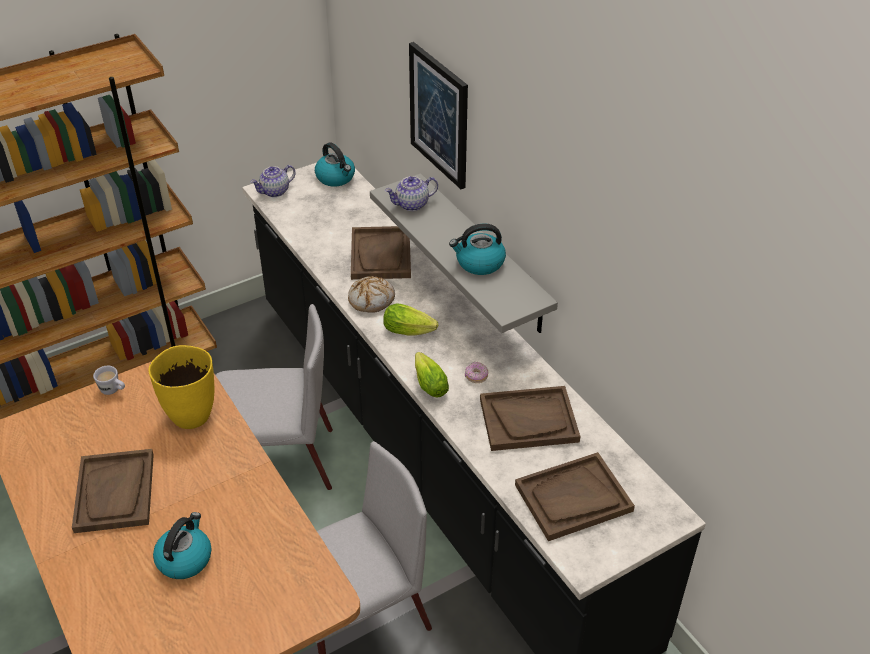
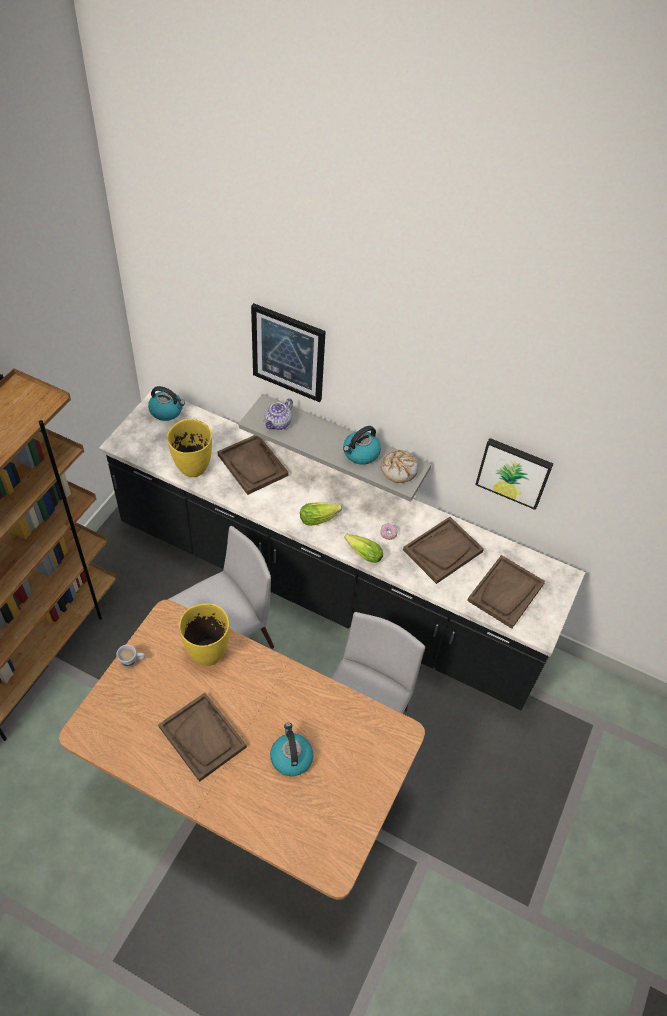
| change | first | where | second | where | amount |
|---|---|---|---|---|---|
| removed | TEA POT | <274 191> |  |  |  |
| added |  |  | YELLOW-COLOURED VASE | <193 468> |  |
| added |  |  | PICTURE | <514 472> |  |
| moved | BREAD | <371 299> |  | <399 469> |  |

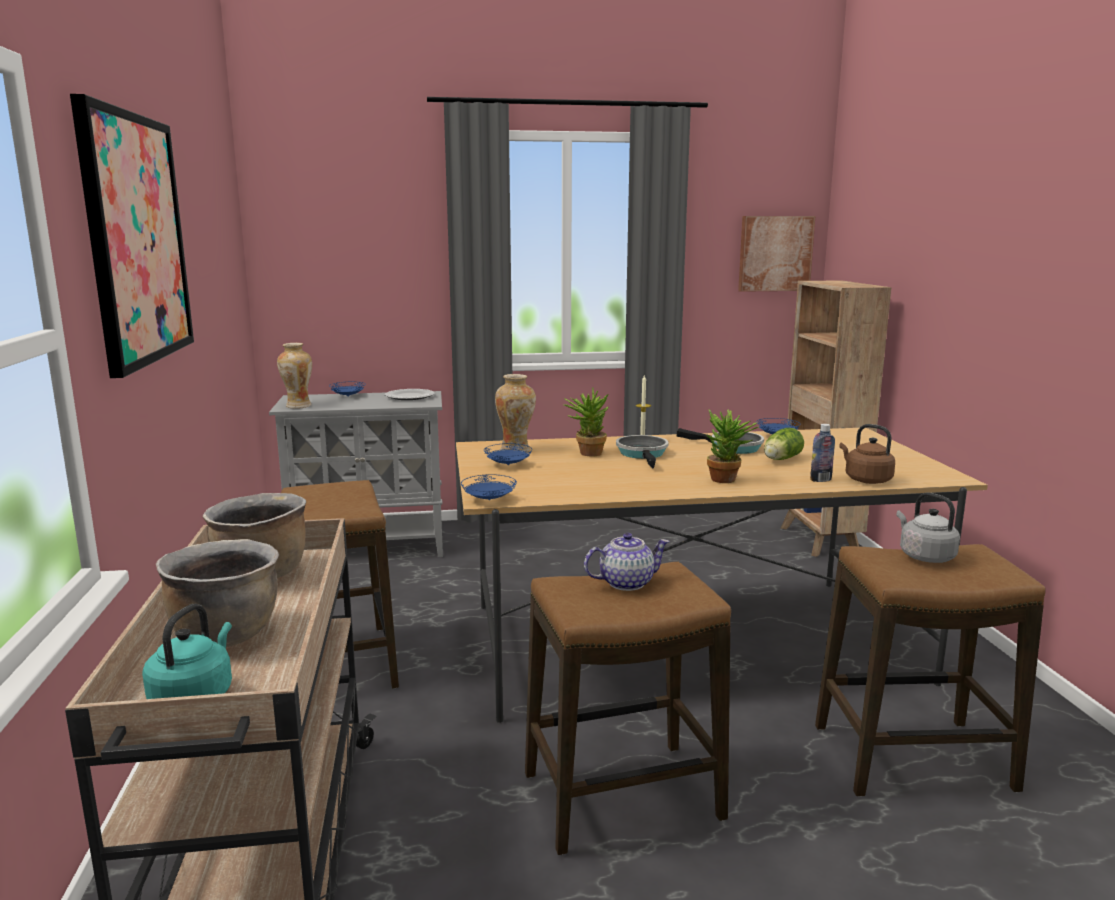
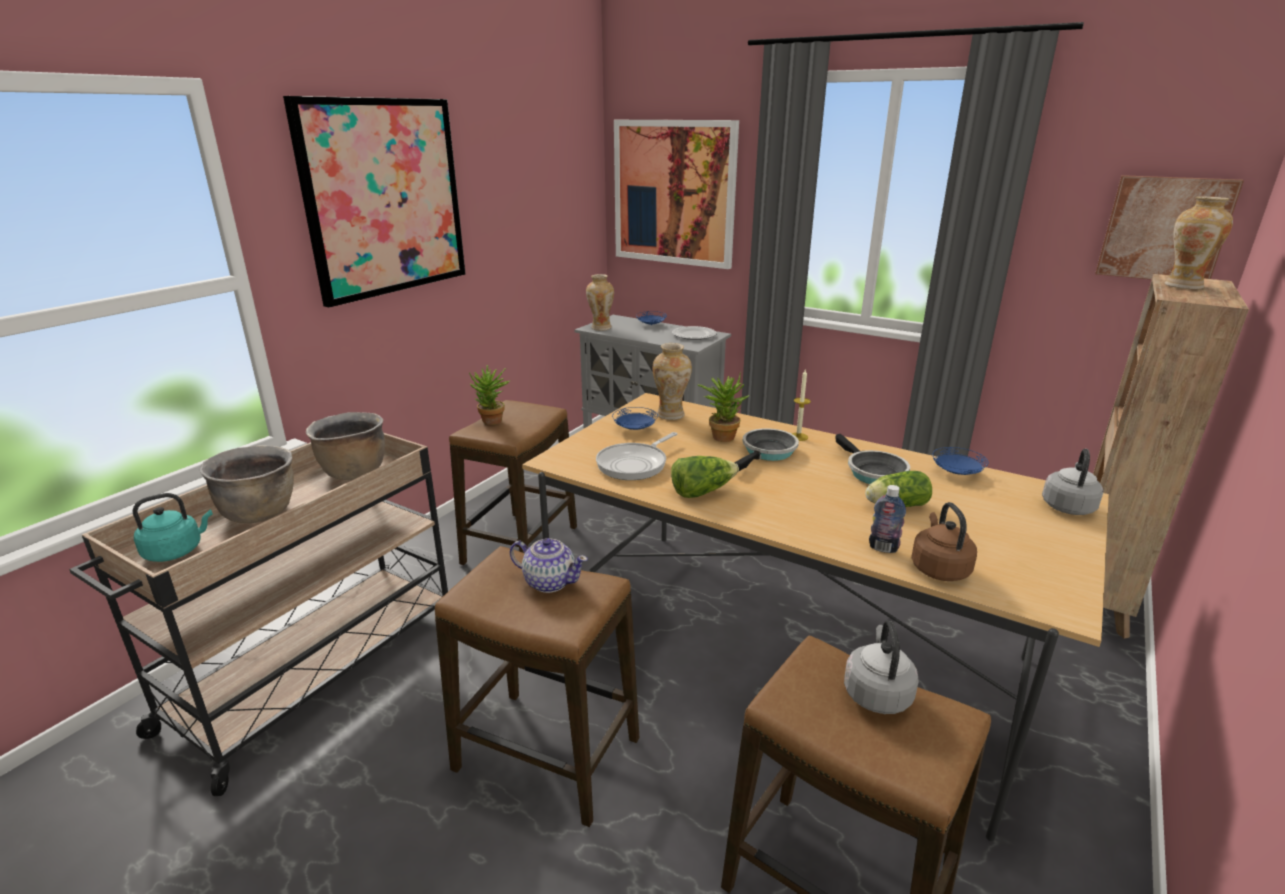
| change | first | where | second | where | amount |
|---|---|---|---|---|---|
| removed | BLUISH PLATE | <488 500> |  |  |  |
| added |  |  | FRYING PAN | <635 464> |  |
| added |  |  | PICTURE | <674 193> |  |
| added |  |  | LETTUCE | <702 491> |  |
| added |  |  | GREY TEA KETTLE | <1067 506> |  |
| added |  |  | VASE | <1183 286> |  |
| moved | PLANT IN A POT | <727 480> |  | <492 423> |  |

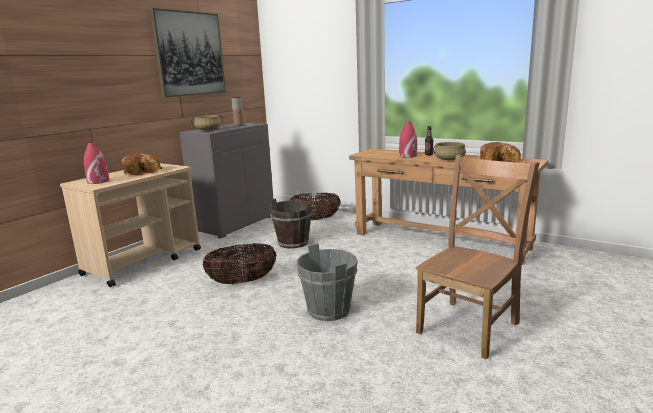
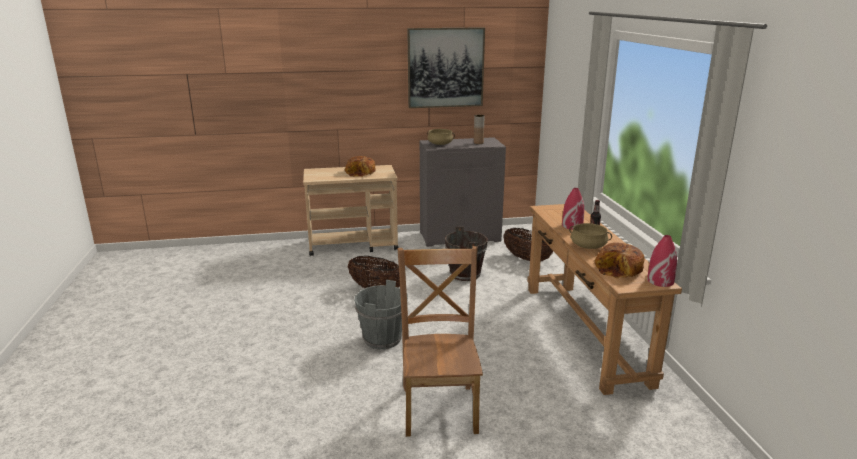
| change | first | where | second | where | amount |
|---|---|---|---|---|---|
| moved | RED VASE | <98 181> |  | <660 281> |  |
| turned | BROWN-COLOURED UPRIGHT CHAIR | <470 325> |  | <439 406> | 90 degrees counterclockwise |

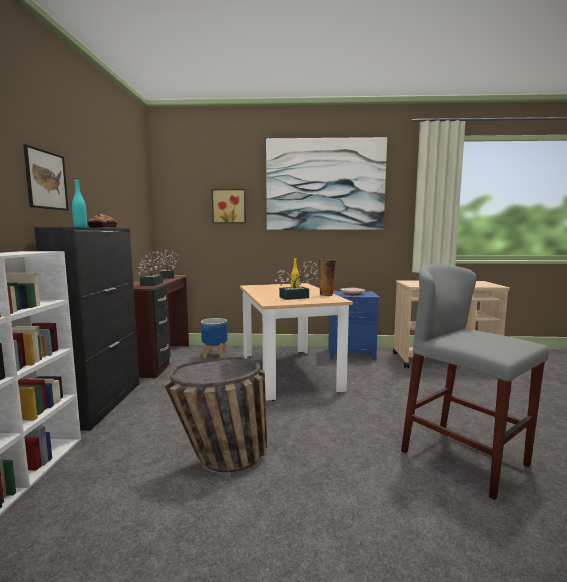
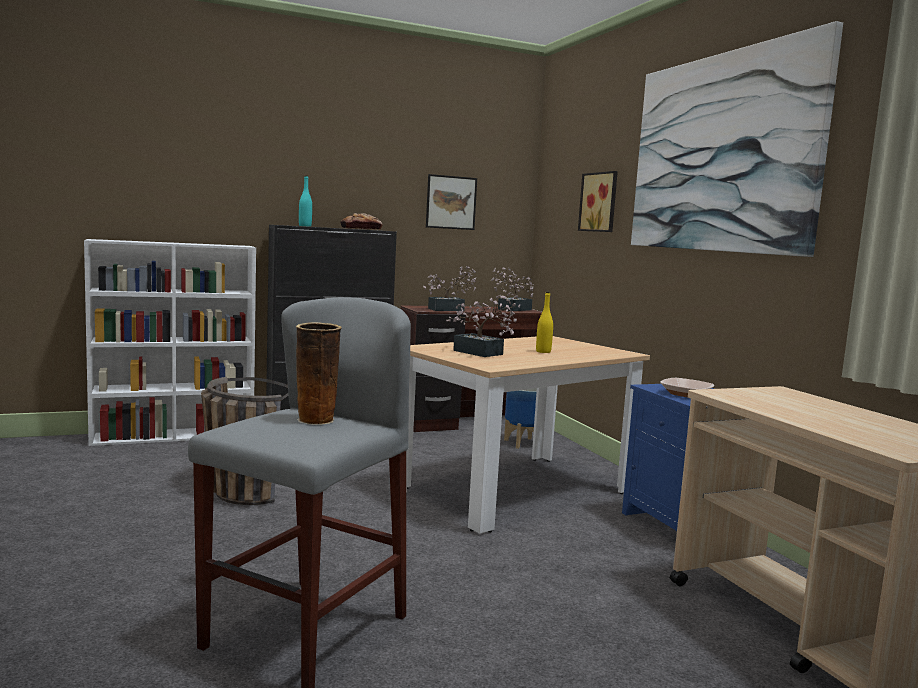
| change | first | where | second | where | amount |
|---|---|---|---|---|---|
| moved | PICTURE | <46 180> |  | <451 202> |  |
| moved | VASE | <326 295> |  | <316 420> |  |

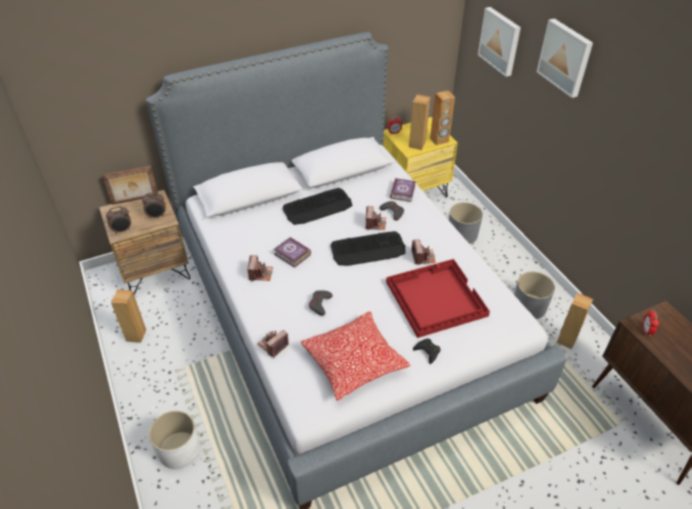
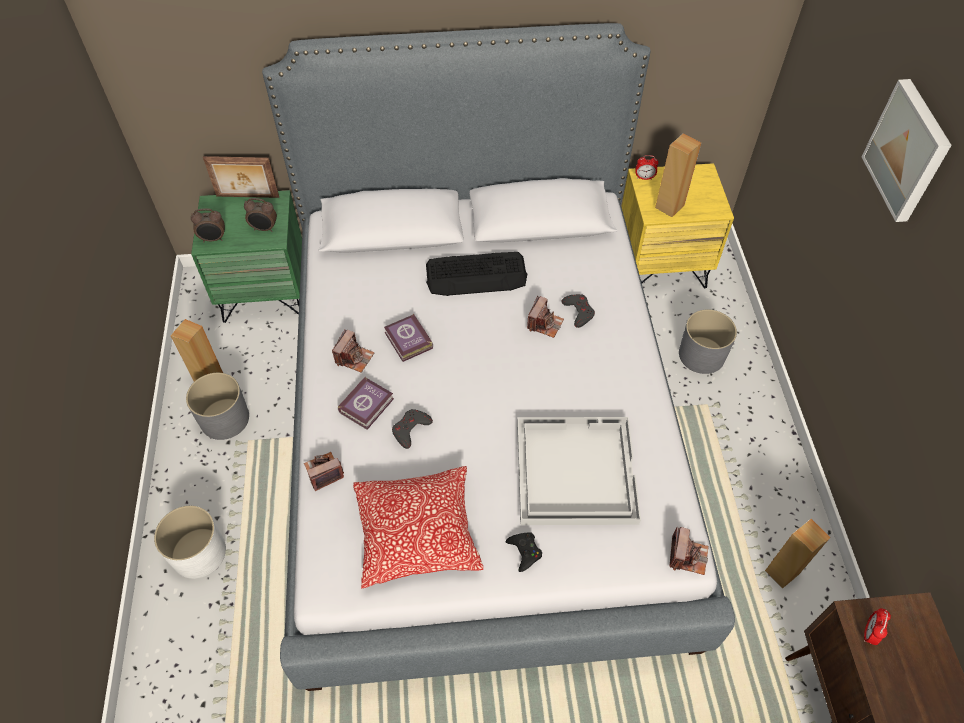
| change | first | where | second | where | amount |
|---|---|---|---|---|---|
| removed | KEYBOARD | <368 249> |  |  |  |
| removed | BROWN-COLOURED LOUDSPEAKER | <439 140> |  |  |  |
| removed | PICTURE | <500 41> |  |  |  |
| moved | BOUND BOOK | <403 191> |  | <368 405> |  |
| moved | PHOTO CAMERA | <423 257> |  | <687 556> |  |
| moved | GREY FLOWER POT | <529 306> |  | <225 419> |  |
| recoloured | BROWN-COLOURED NIGHTSTAND | <155 271> | GREEN-COLOURED NIGHTSTAND | <266 292> |  |
| recoloured | RED TRAY | <434 298> | WHITE-COLOURED TRAY | <574 470> |  |

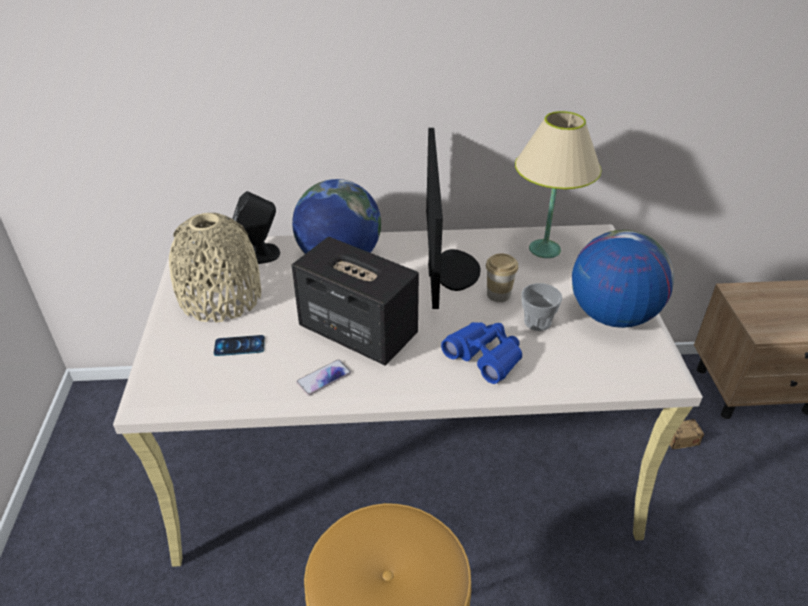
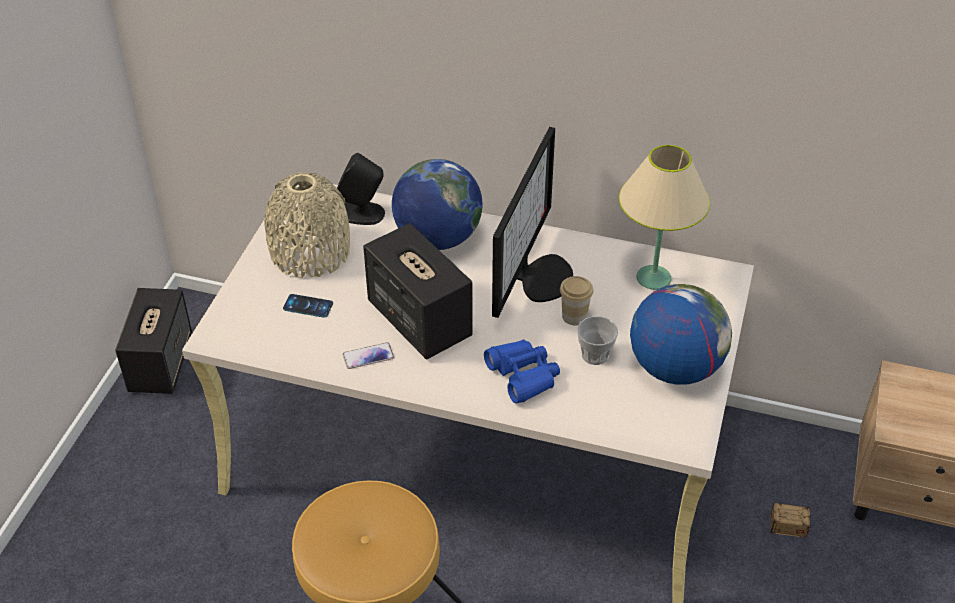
| change | first | where | second | where | amount |
|---|---|---|---|---|---|
| added |  |  | LOUDSPEAKER | <161 362> |  |

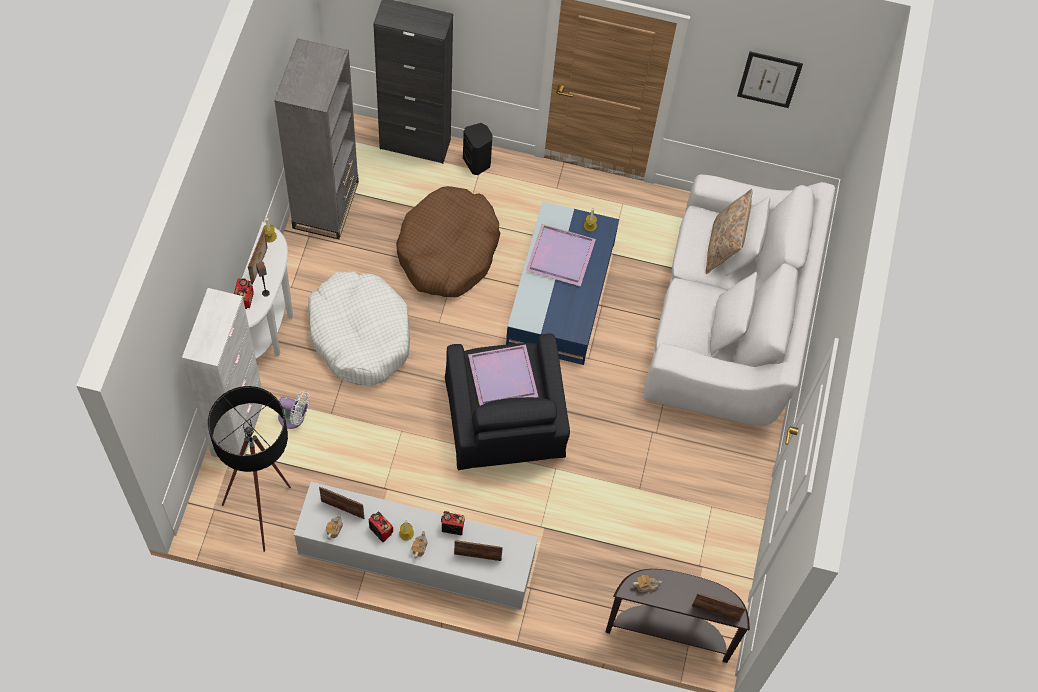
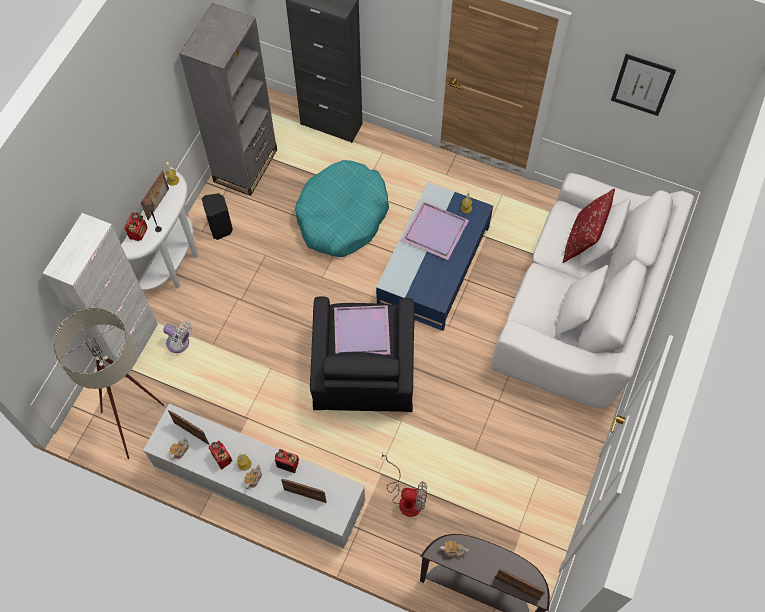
| change | first | where | second | where | amount |
|---|---|---|---|---|---|
| removed | WHITE-COLOURED PET BED | <360 334> |  |  |  |
| added |  |  | FAN | <406 497> |  |
| moved | BLACK-COLOURED LOUDSPEAKER | <477 162> |  | <221 228> |  |
| recoloured | BLACK-COLOURED STANDARD LAMP | <266 508> | BEIGE-COLOURED STANDARD LAMP | <138 421> |  |
| recoloured | BROWN-COLOURED PET BED | <448 250> | BLUE-GREEN PET BED | <342 216> |  |
| recoloured | BEIGE-COLOURED THROW PILLOW | <723 247> | RED THROW PILLOW | <583 241> |  |

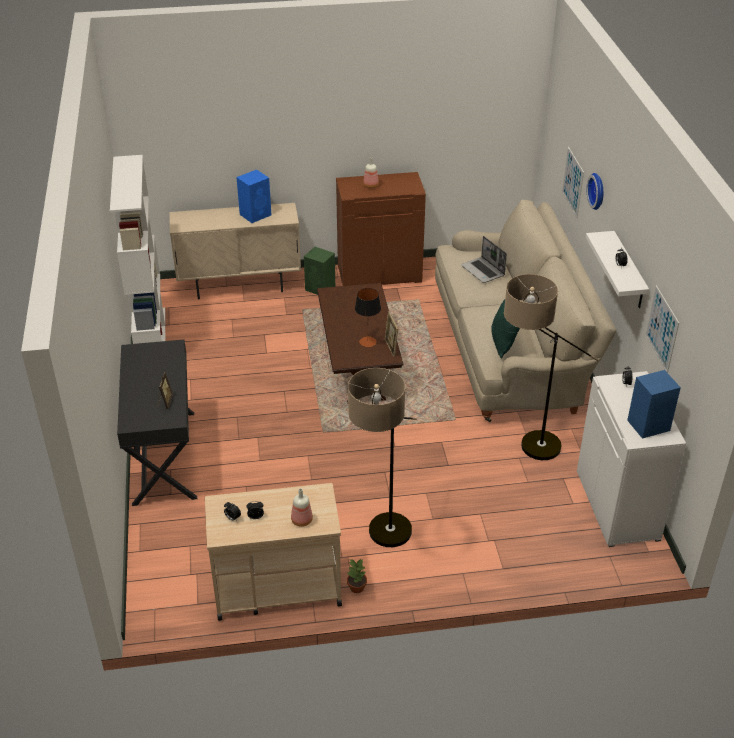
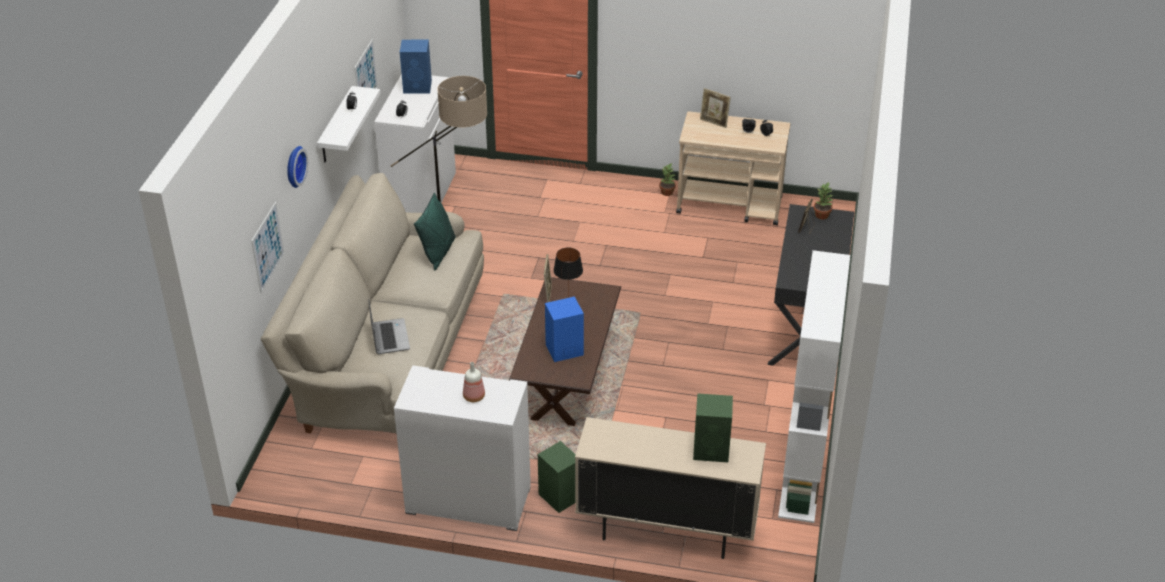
| change | first | where | second | where | amount |
|---|---|---|---|---|---|
| removed | STANDARD LAMP | <381 542> |  |  |  |
| added |  |  | GREEN-COLOURED LOUDSPEAKER | <712 450> |  |
| added |  |  | PLANT IN A POT | <822 215> |  |
| moved | BLUISH LOUDSPEAKER | <256 214> |  | <563 350> |  |
| replaced | DRINK BOTTLE | <301 521> | PHOTO FRAME | <714 123> |  |
| recoloured | BROWN-COLOURED STORAGE CABINET | <380 273> | WHITE-COLOURED STORAGE CABINET | <467 501> |  |

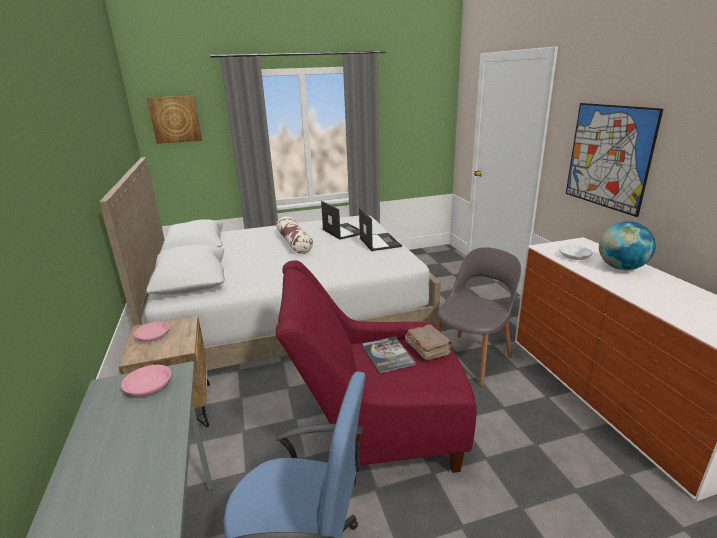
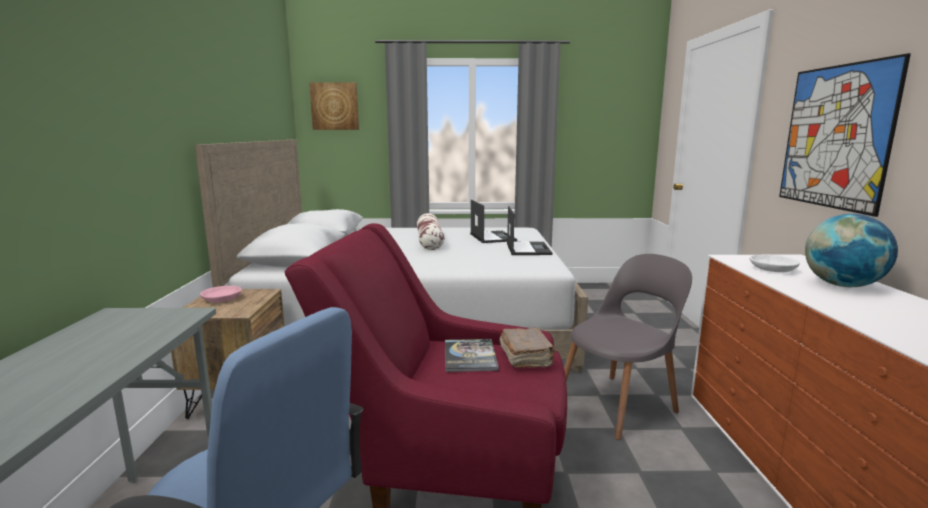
| change | first | where | second | where | amount |
|---|---|---|---|---|---|
| removed | PINK-COLOURED BOWL | <148 387> |  |  |  |

